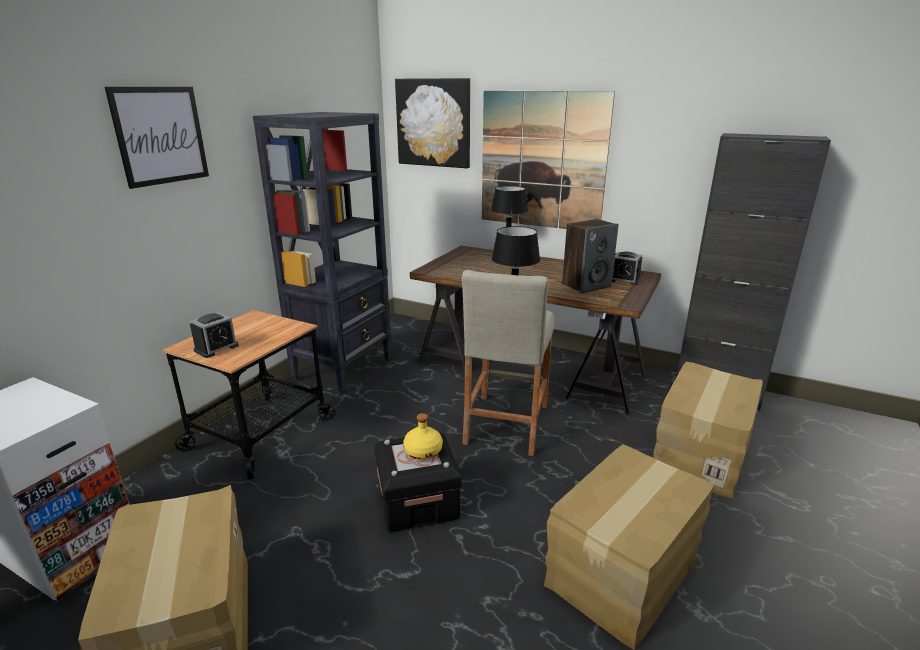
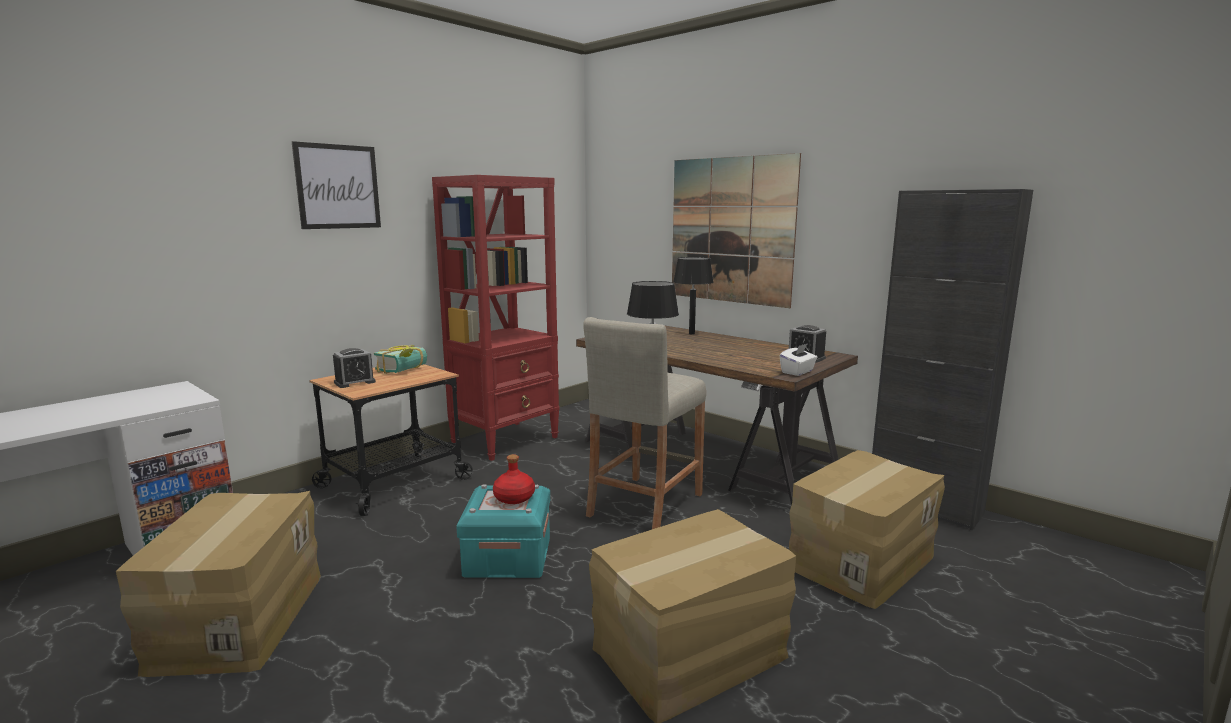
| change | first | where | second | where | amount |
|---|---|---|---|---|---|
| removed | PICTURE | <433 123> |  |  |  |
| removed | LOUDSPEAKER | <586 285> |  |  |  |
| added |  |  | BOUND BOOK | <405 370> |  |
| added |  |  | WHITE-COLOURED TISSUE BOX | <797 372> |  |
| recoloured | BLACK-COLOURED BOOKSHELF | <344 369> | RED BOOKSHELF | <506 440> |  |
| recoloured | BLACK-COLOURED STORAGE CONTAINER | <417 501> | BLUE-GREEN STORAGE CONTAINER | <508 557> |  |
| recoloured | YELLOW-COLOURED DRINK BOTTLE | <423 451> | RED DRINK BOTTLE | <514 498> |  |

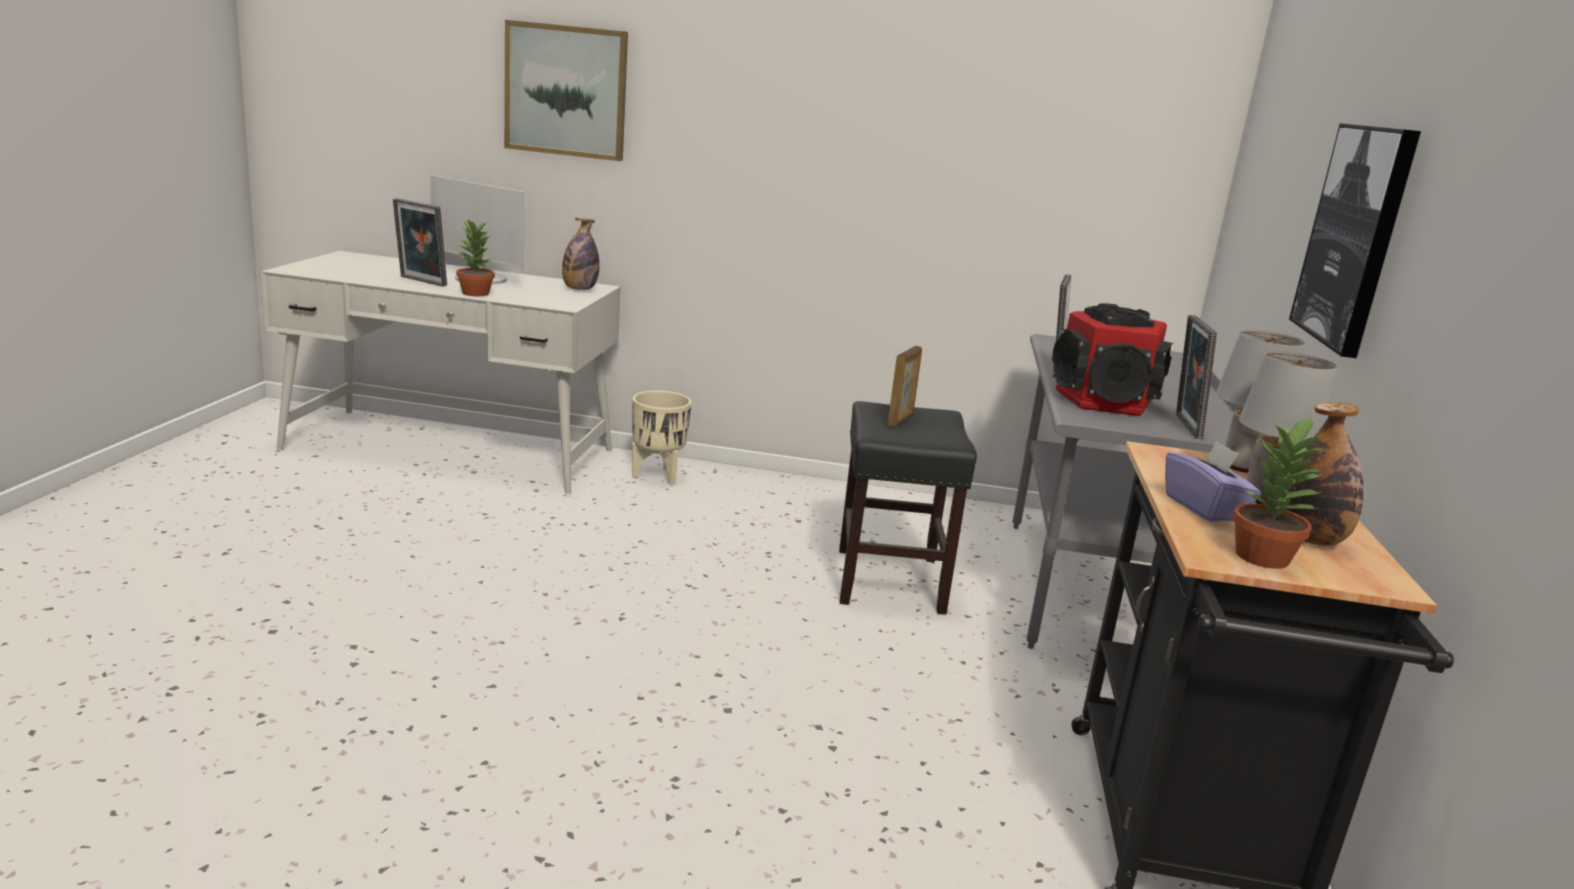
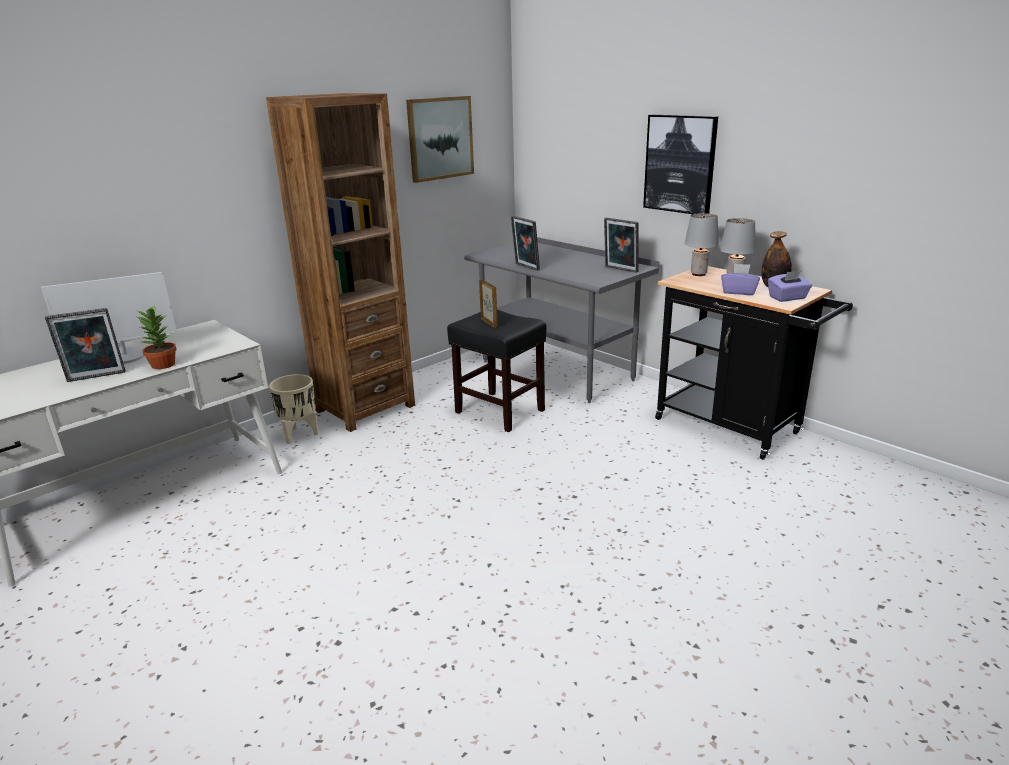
| change | first | where | second | where | amount |
|---|---|---|---|---|---|
| removed | DRINK BOTTLE | <579 289> |  |  |  |
| removed | LOUDSPEAKER | <1105 401> |  |  |  |
| added |  |  | BROWN-COLOURED BOOKSHELF | <365 408> |  |
| moved | PICTURE | <566 91> |  | <440 138> |  |
| replaced | PLANT IN A POT | <1263 557> | PURPLISH TISSUE BOX | <787 298> |  |

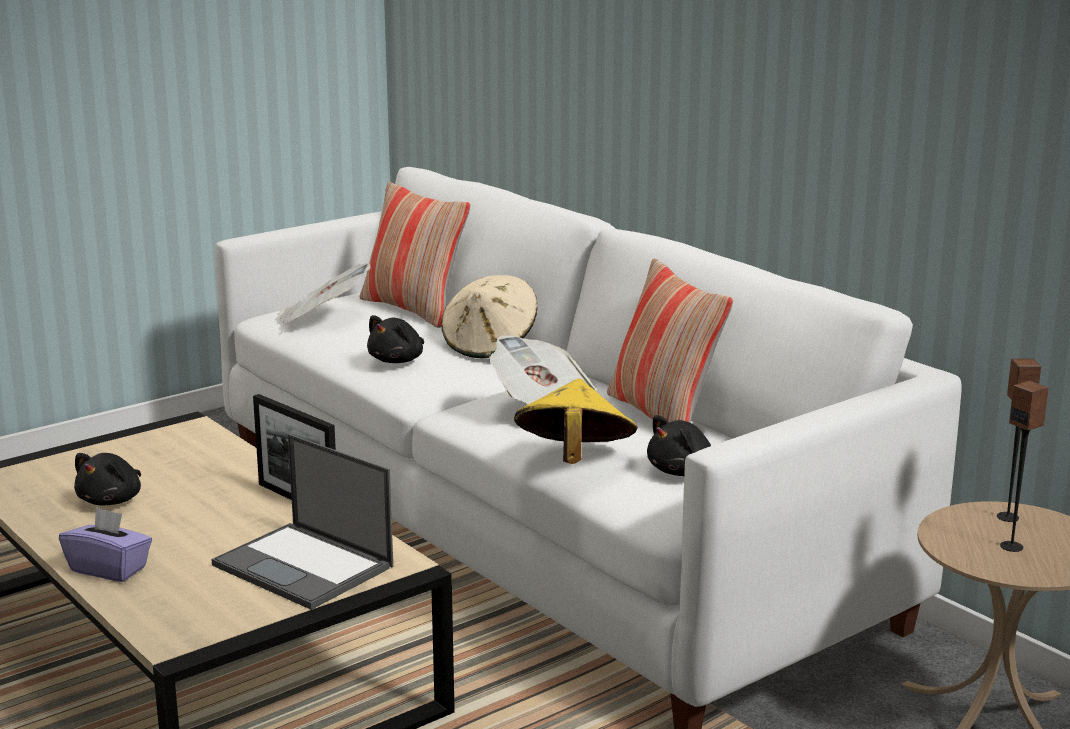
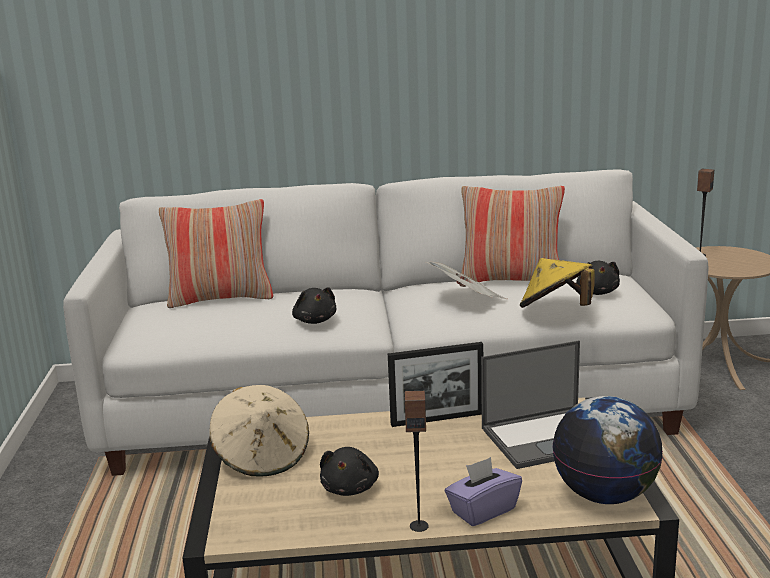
| change | first | where | second | where | amount |
|---|---|---|---|---|---|
| removed | DAILY PAPER | <322 318> |  |  |  |
| added |  |  | GLOBE | <605 495> |  |
| moved | BEIGE-COLOURED HAT | <490 345> |  | <262 457> |  |
| moved | LOUDSPEAKER | <1012 546> |  | <419 526> |  |
| turned | BLACK-COLOURED PLUSH TOY | <112 500> |  | <350 488> | 45 degrees clockwise |

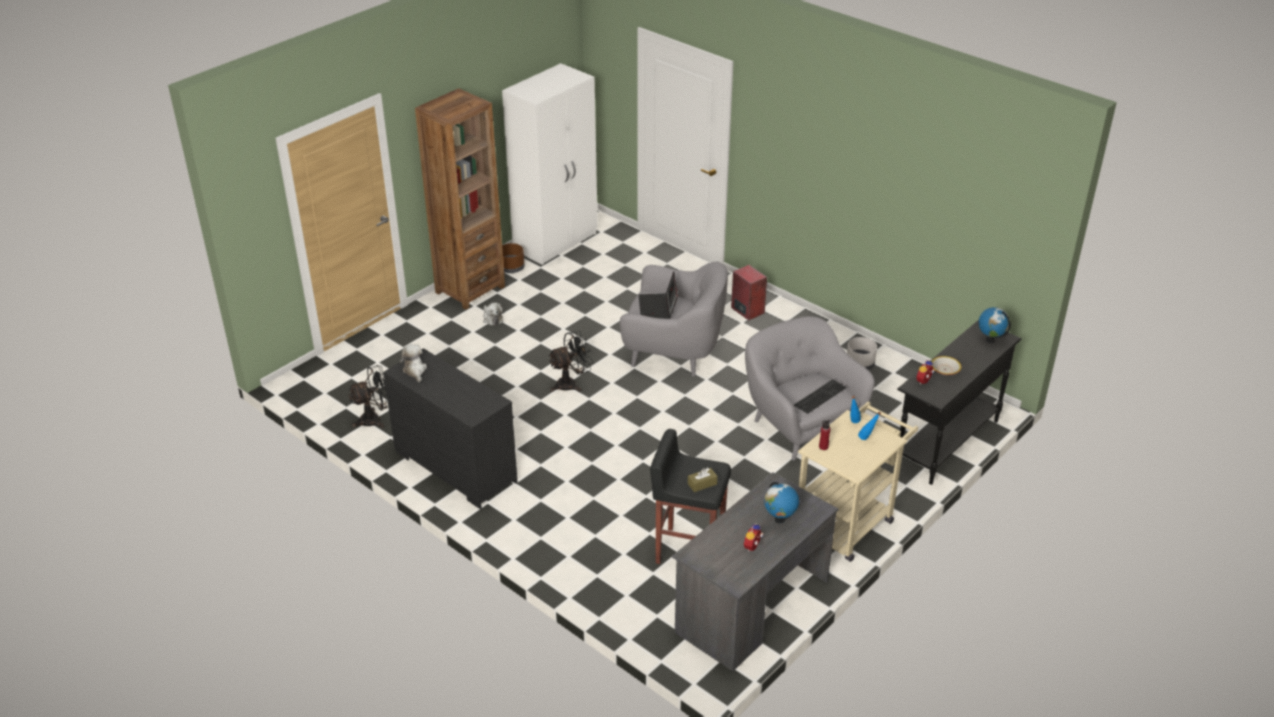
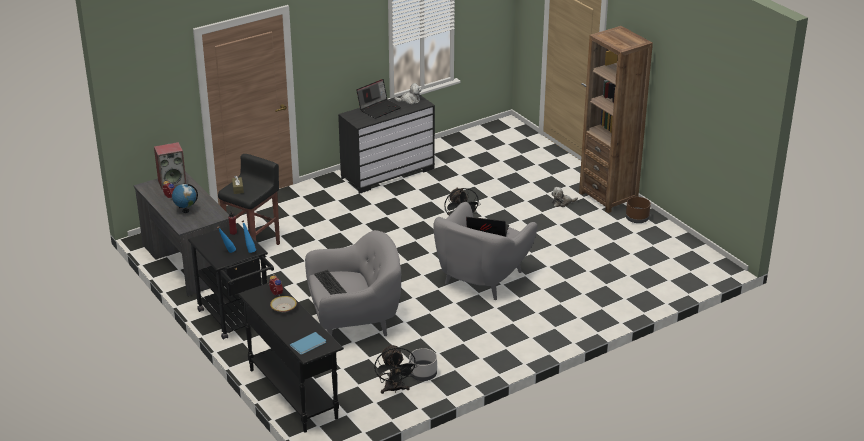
| change | first | where | second | where | amount |
|---|---|---|---|---|---|
| removed | WHITE-COLOURED CLOTHES CUPBOARD | <556 241> |  |  |  |
| added |  |  | PORTABLE COMPUTER | <379 108> |  |
| moved | BLACK-COLOURED FAN | <375 419> |  | <394 389> |  |
| moved | LOUDSPEAKER | <747 310> |  | <172 182> |  |
| replaced | GLOBE | <990 340> | BLUISH BOUND BOOK | <309 344> |  |
| recoloured | BEIGE-COLOURED TROLLEY | <848 521> | BLACK-COLOURED TROLLEY | <237 320> |  |

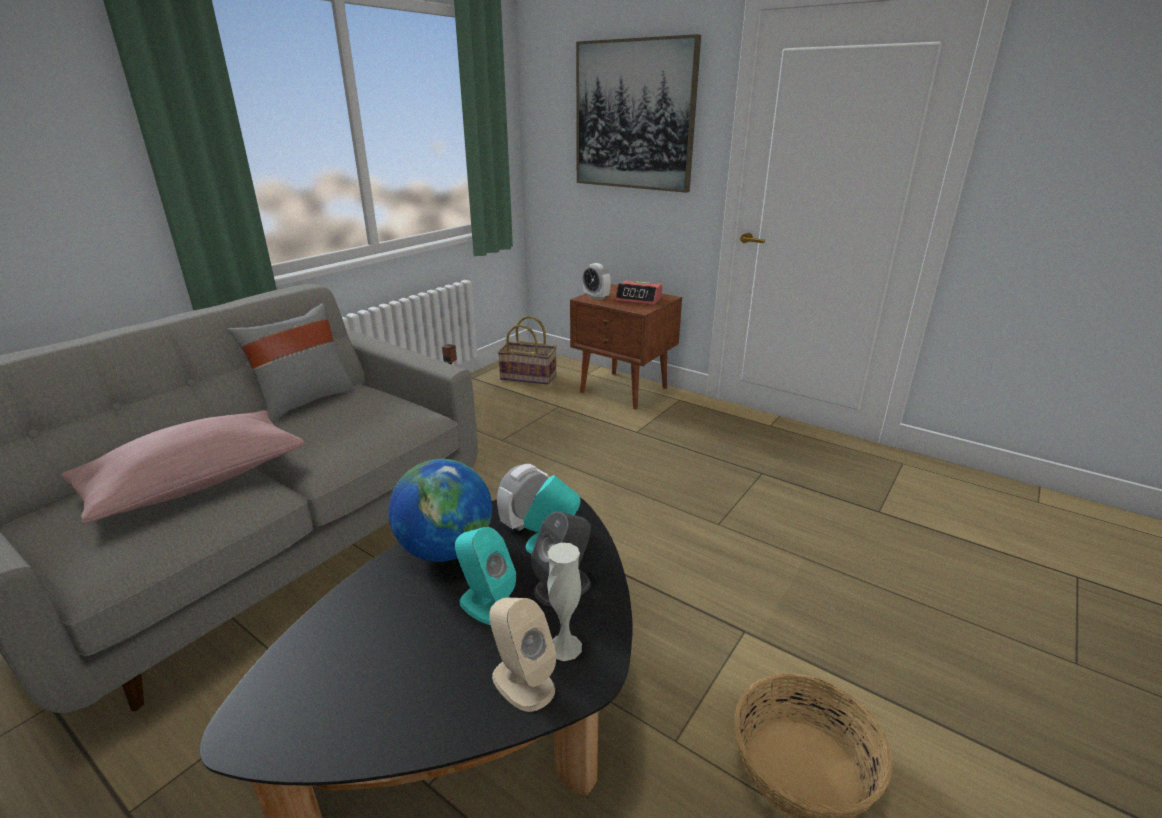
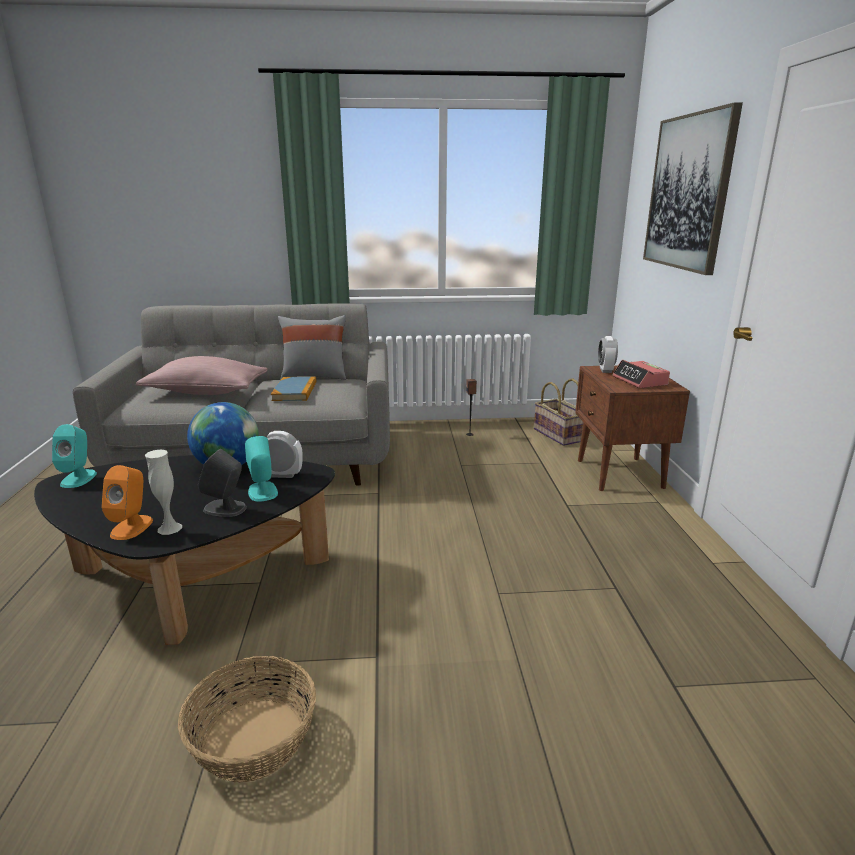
| change | first | where | second | where | amount |
|---|---|---|---|---|---|
| added |  |  | BOUND BOOK | <295 391> |  |
| moved | BLUE-GREEN LOUDSPEAKER | <487 604> |  | <79 478> |  |
| recoloured | BEIGE-COLOURED LOUDSPEAKER | <522 681> | ORANGE-COLOURED LOUDSPEAKER | <132 527> |  |

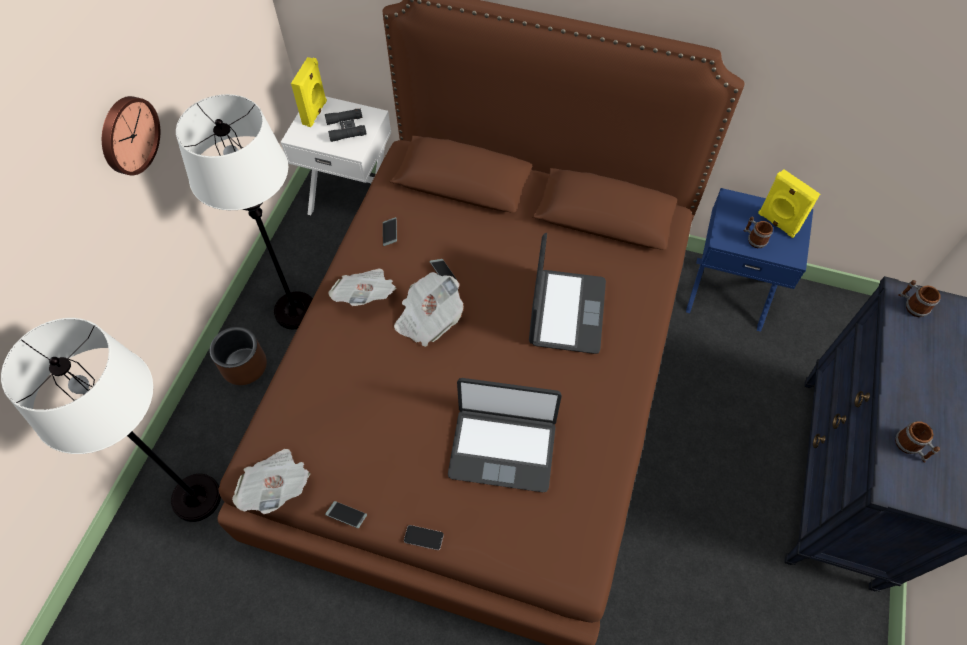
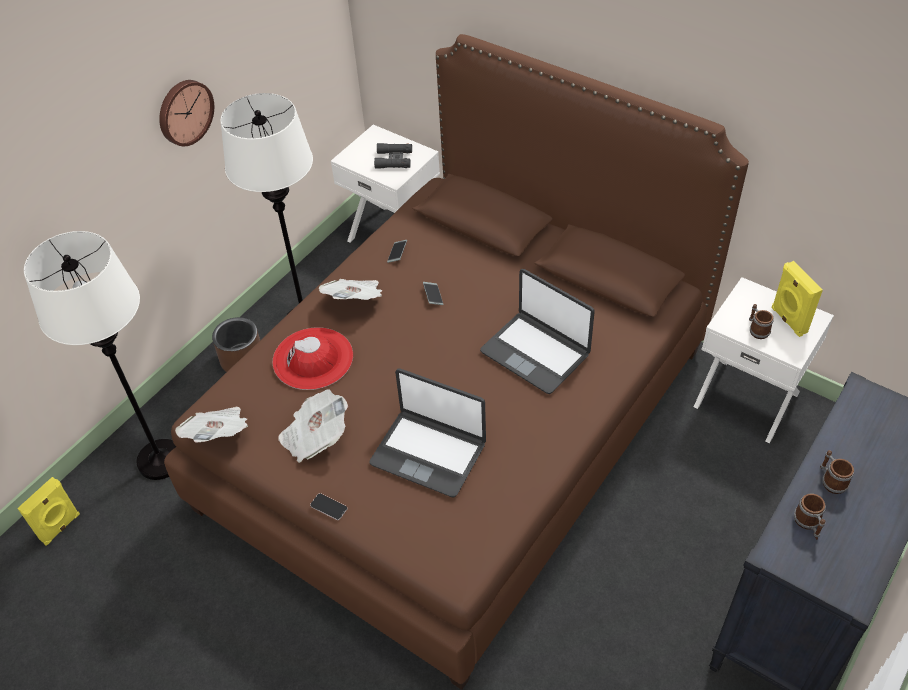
| change | first | where | second | where | amount |
|---|---|---|---|---|---|
| removed | HANDSET | <346 515> |  |  |  |
| added |  |  | RED HAT | <313 359> |  |
| moved | YELLOW-COLOURED LOUDSPEAKER | <315 113> |  | <60 527> |  |
| moved | DAILY PAPER | <428 319> |  | <315 437> |  |
| moved | COFFEE MUG | <912 305> |  | <831 480> |  |
| recoloured | BLUISH NIGHTSTAND | <728 292> | WHITE-COLOURED NIGHTSTAND | <747 398> |  |
| turned | PORTABLE COMPUTER | <566 312> |  | <535 352> | 105 degrees clockwise |

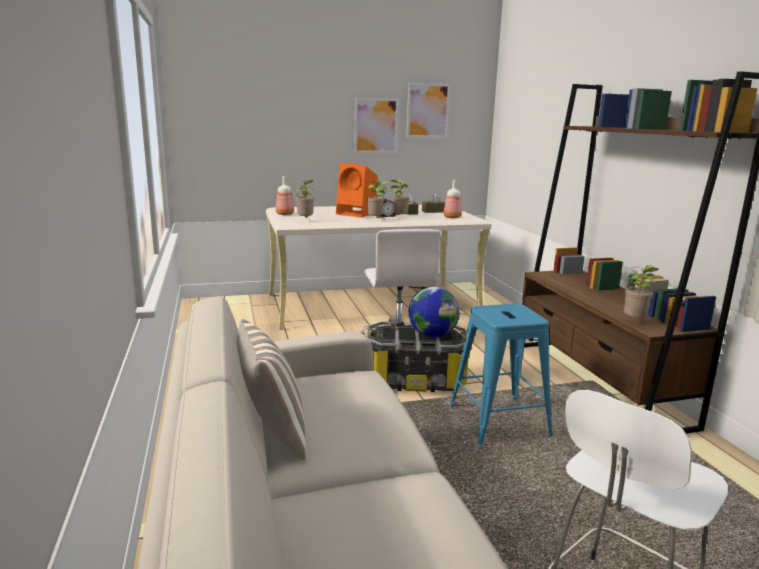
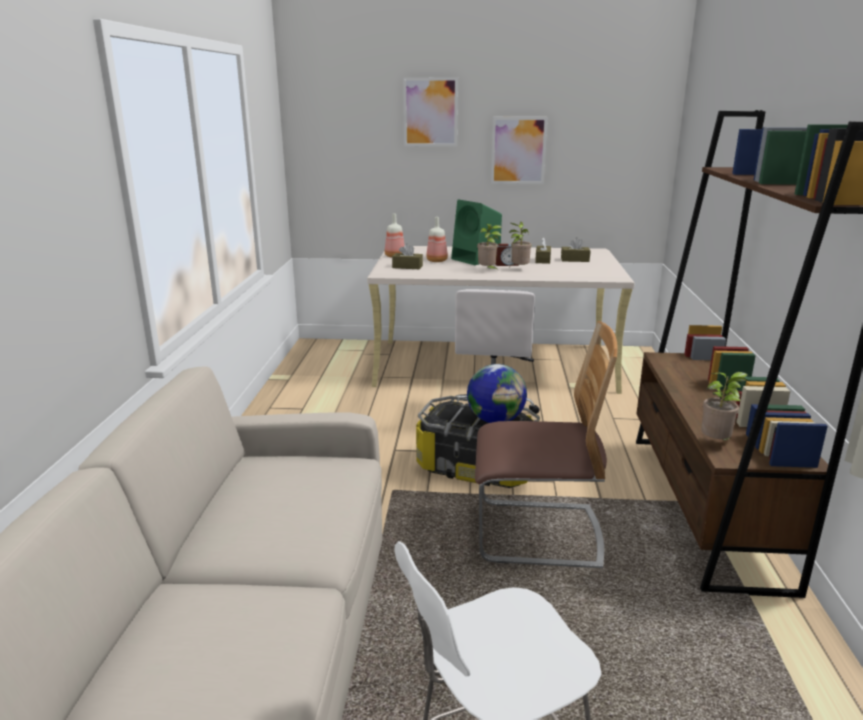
| change | first | where | second | where | amount |
|---|---|---|---|---|---|
| removed | THROW PILLOW | <271 433> |  |  |  |
| moved | PICTURE | <428 110> |  | <430 112> |  |
| moved | DRINK BOTTLE | <452 217> |  | <437 260> |  |
| replaced | PLANT IN A POT | <305 220> | BROWN-COLOURED TISSUE BOX | <407 267> |  |
| replaced | BLUISH STOOL | <498 421> | UPRIGHT CHAIR | <537 534> |  |
| recoloured | ORANGE-COLOURED LOUDSPEAKER | <357 214> | GREEN-COLOURED LOUDSPEAKER | <476 259> |  |

